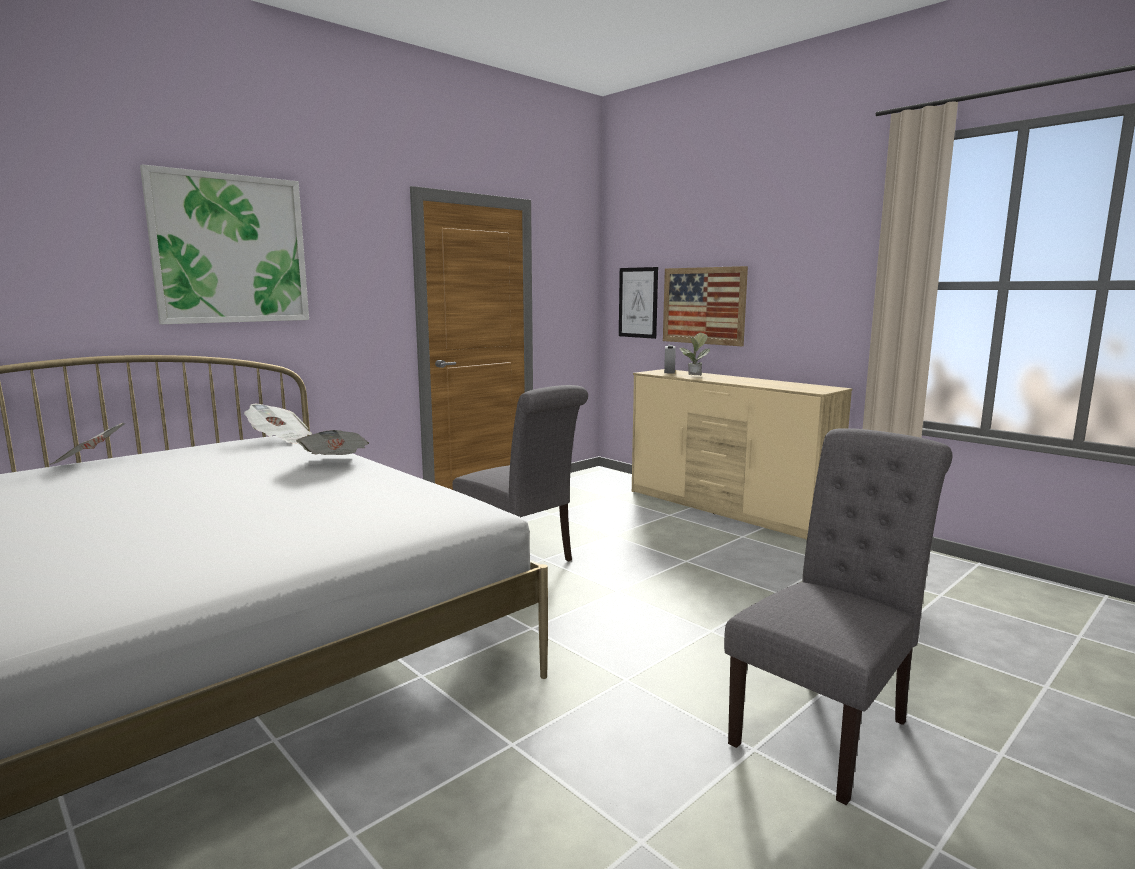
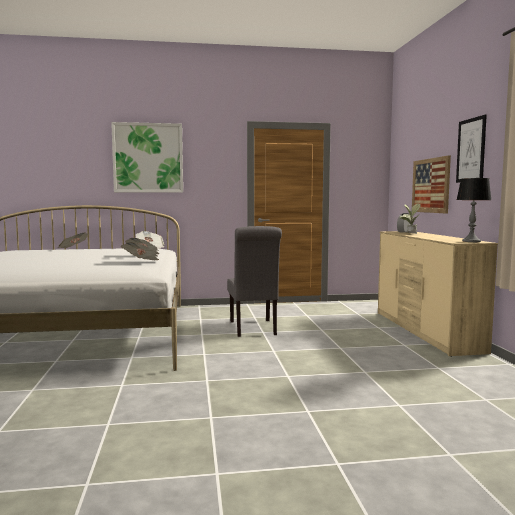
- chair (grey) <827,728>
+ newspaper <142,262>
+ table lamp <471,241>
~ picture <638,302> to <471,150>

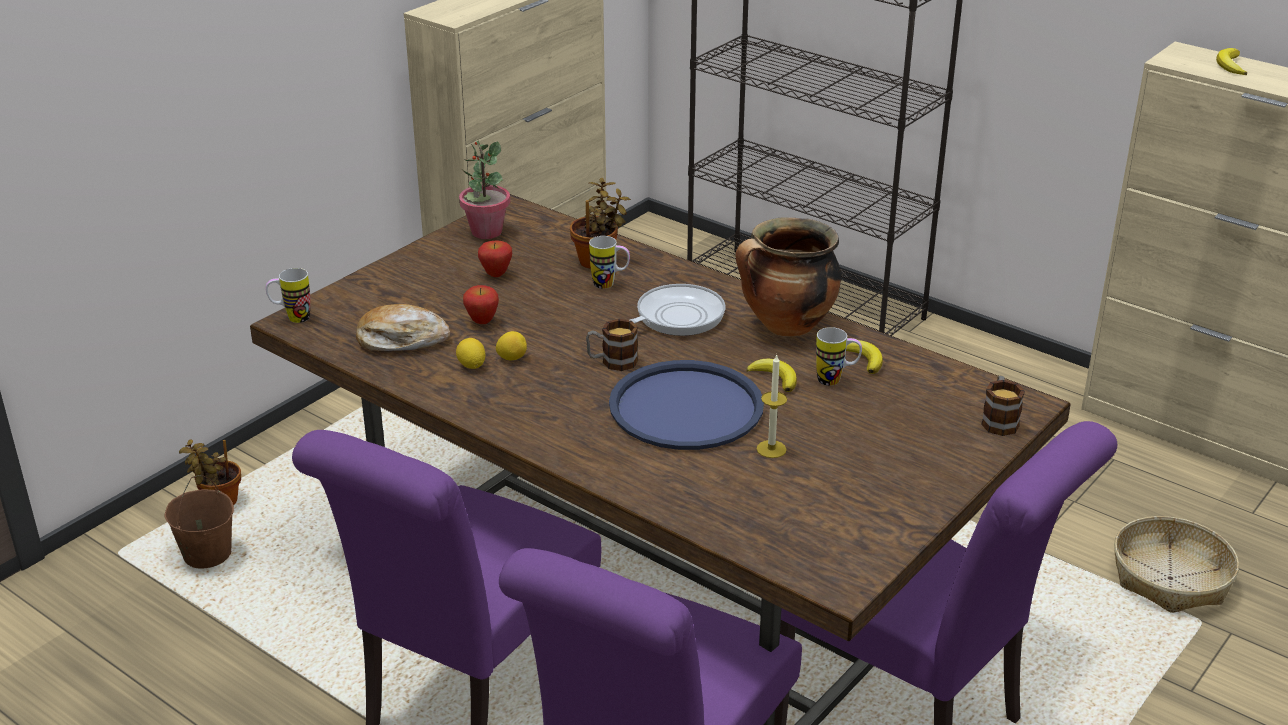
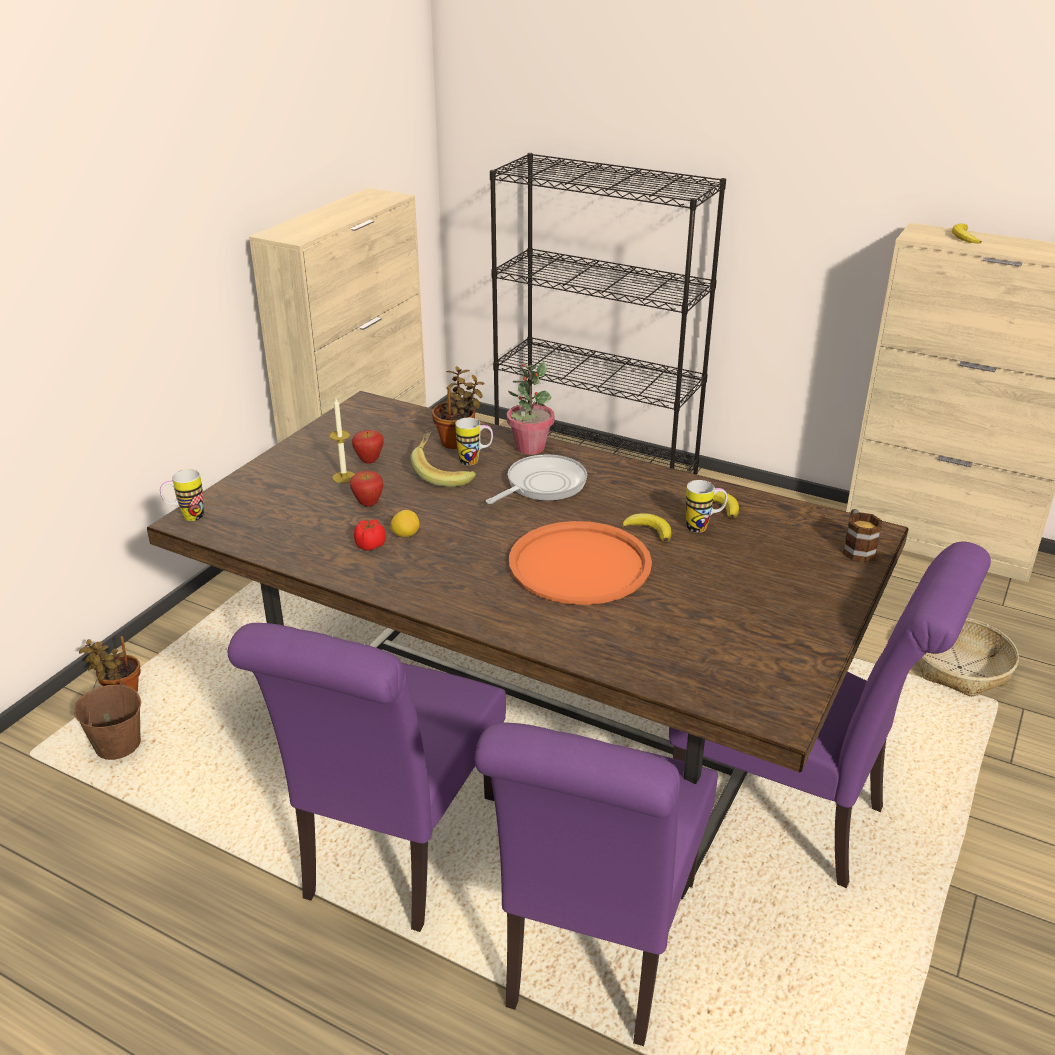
- bread <401,340>
- mug <612,361>
- cooking pot <786,327>
+ banana <443,473>
~ potted plant <486,232> to <530,448>
~ candle <771,449> to <344,477>
~ lemon <471,365> to tomato <370,545>
~ tray (blue) <686,407> to tray (orange) <580,564>

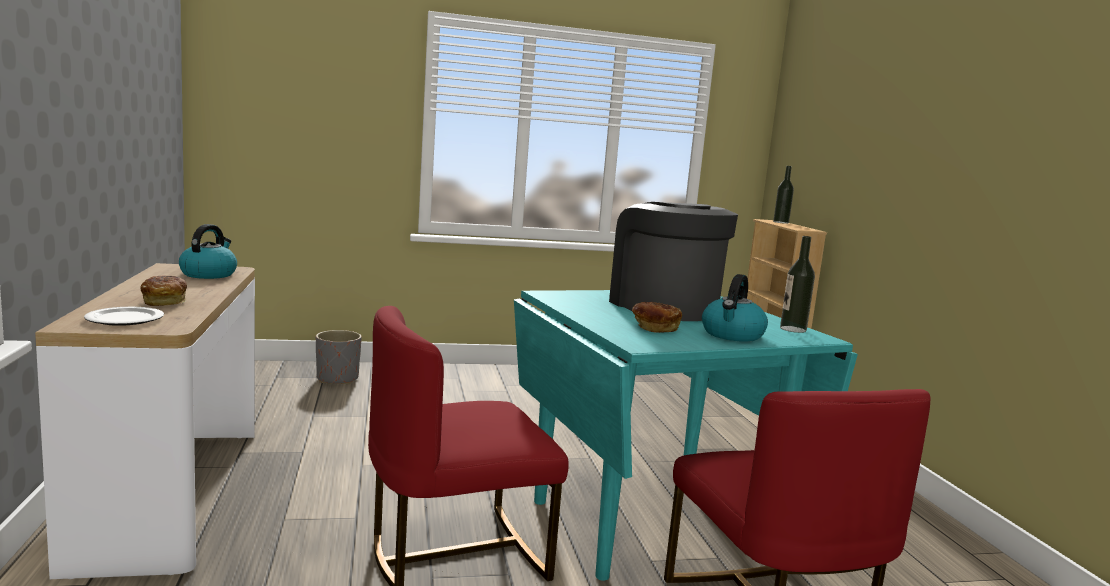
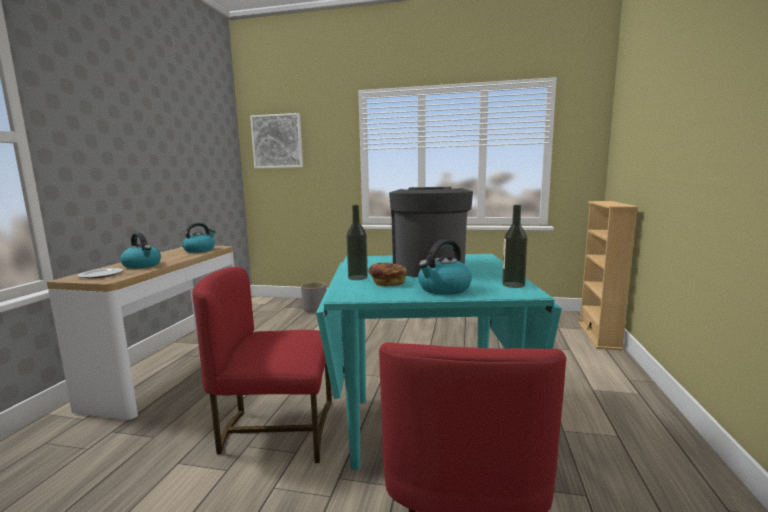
+ picture <277,141>
~ bottle <781,222> to <358,277>
~ bread <165,302> to kettle <142,265>

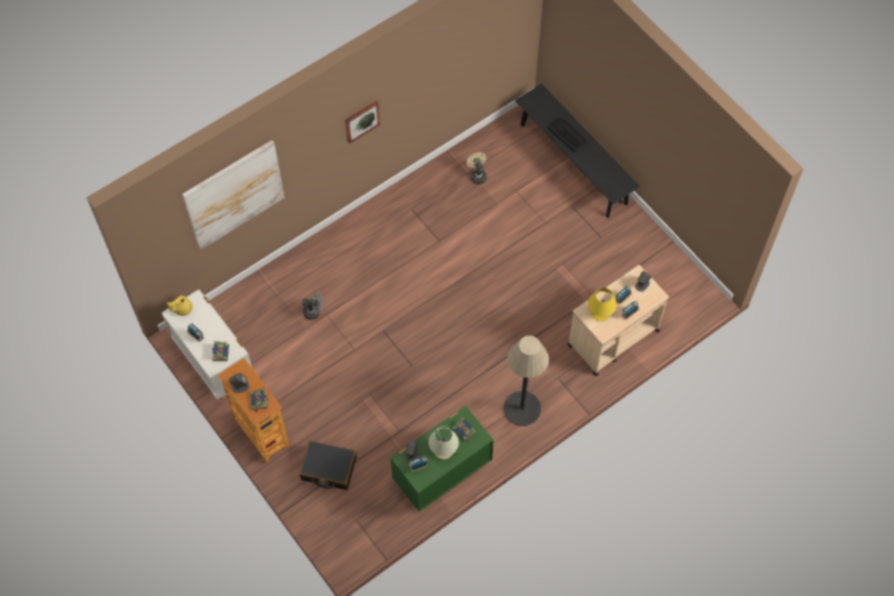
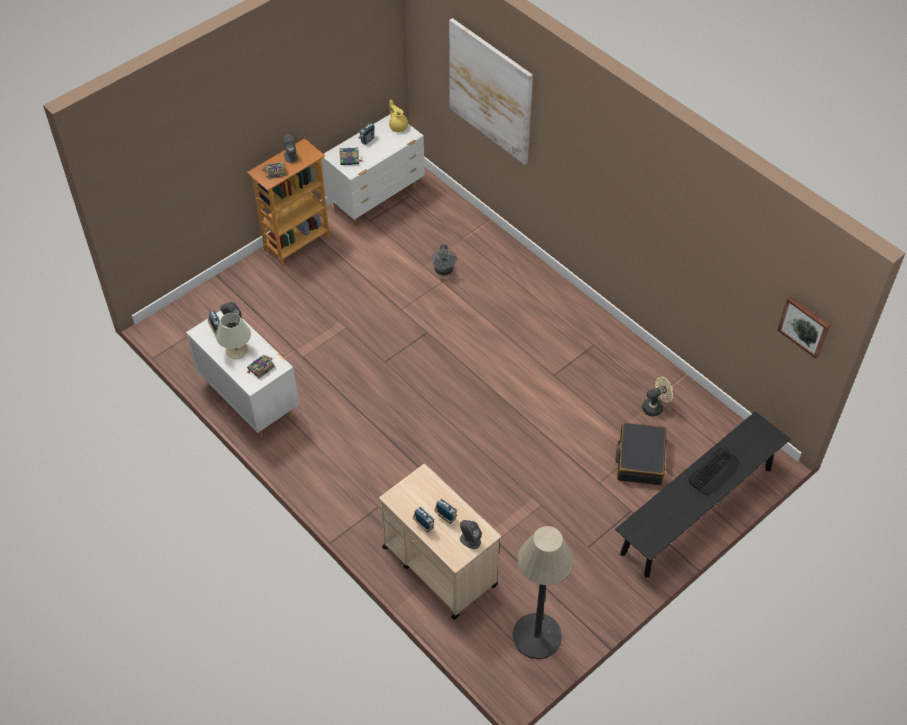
- table lamp (yellow) <600,313>
~ suitcase (black) <328,468> to <640,459>
~ picture <361,120> to <804,326>
~ floor lamp <522,408> to <537,636>
~ dresser (green) <441,475> to dresser (white) <249,399>

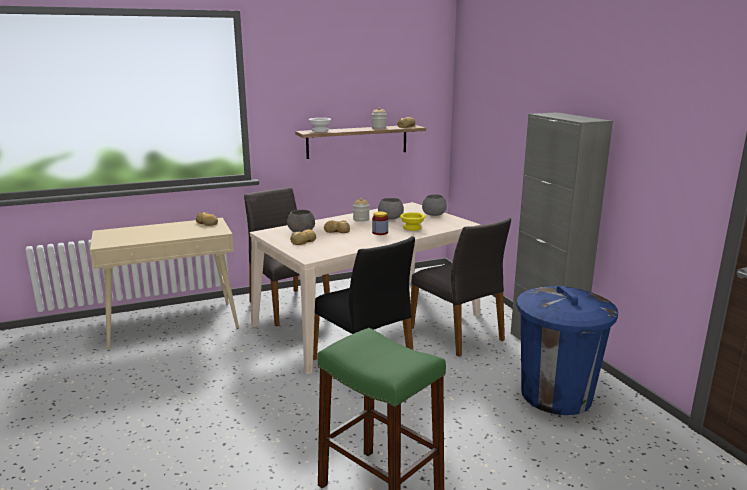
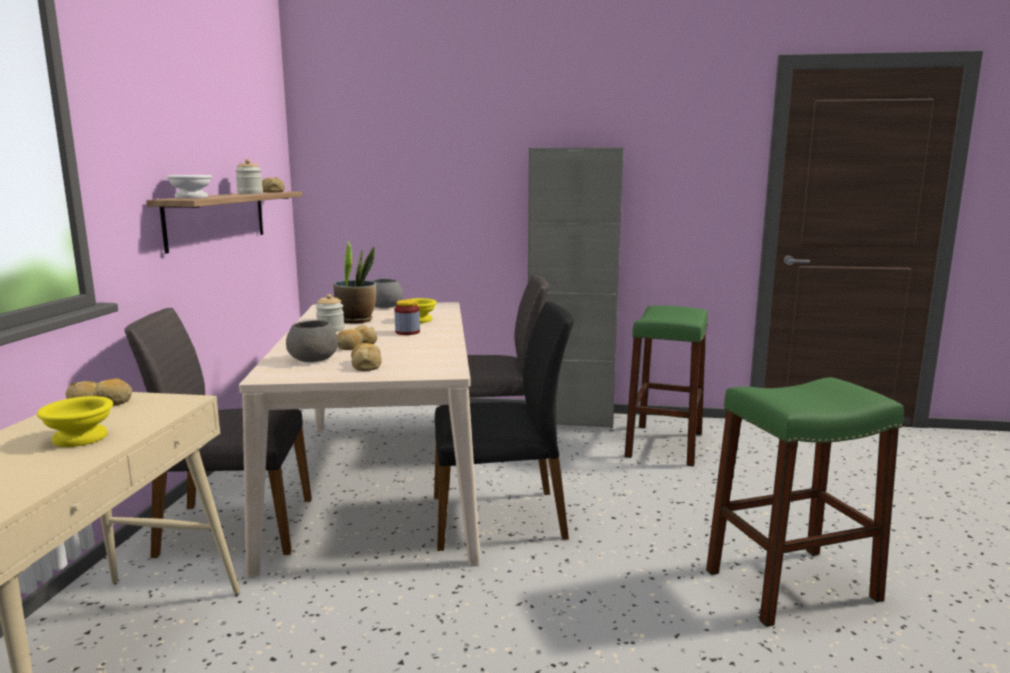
+ bowl (yellow) <82,438>
~ bowl (grey) <390,218> to potted plant <356,320>
~ trash can (blue) <556,395> to stool (green) <664,445>

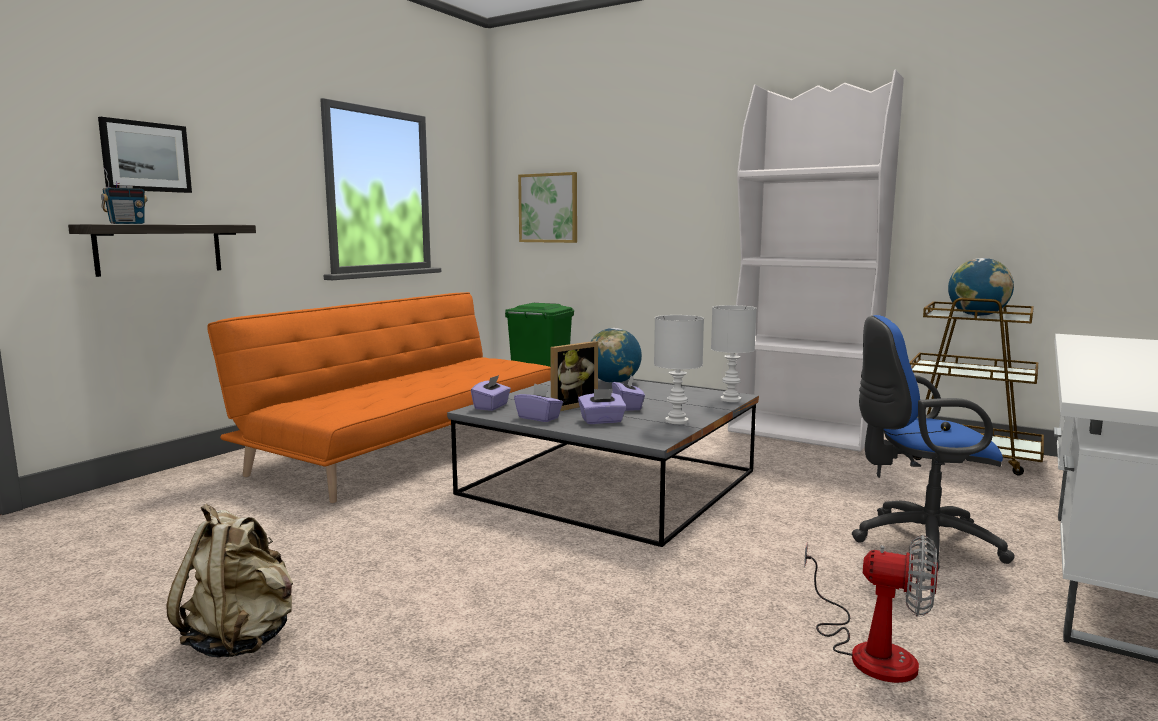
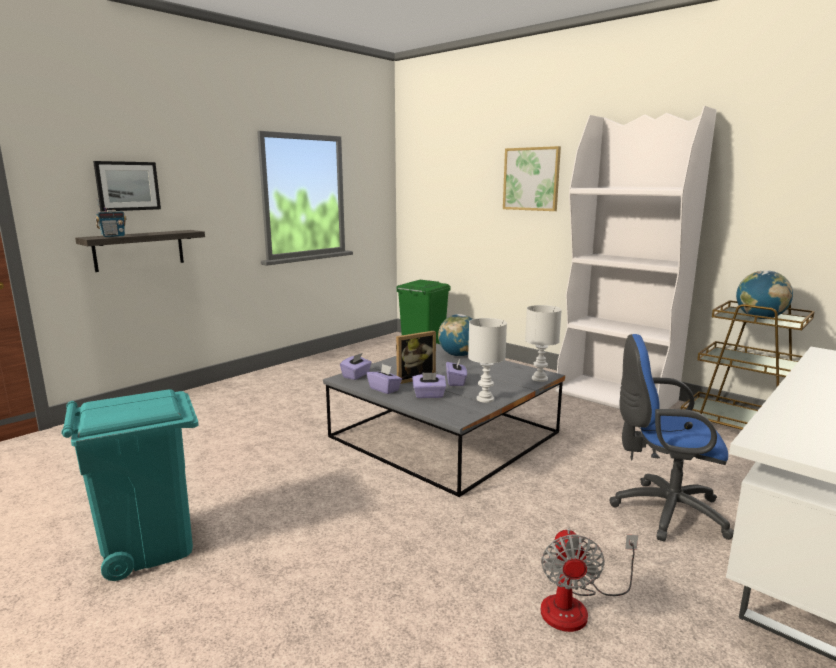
- sofa (orange) <409,446>
~ picture <548,208> to <531,179>
~ backpack (beige) <241,640> to trash can (turquoise) <149,545>
~ fan <869,650> = <576,606> 60 degrees clockwise

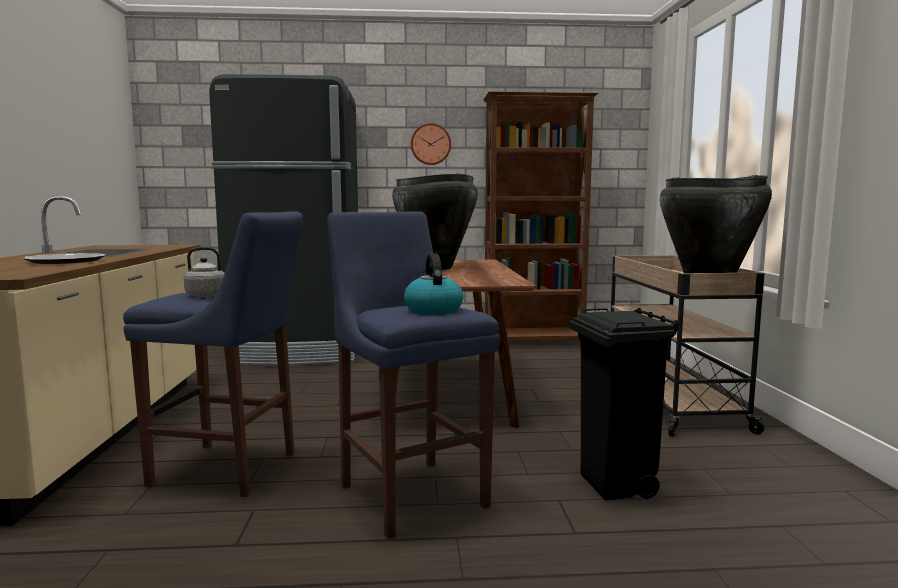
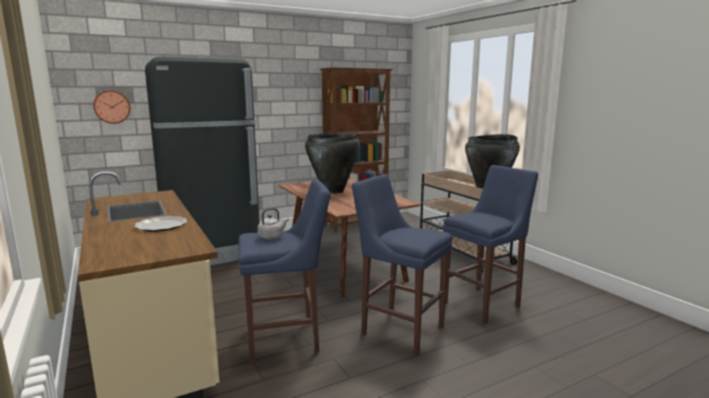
- kettle <433,309>
~ wall clock <430,144> to <112,107>
~ trash can (black) <616,486> to stool (blue) <484,304>

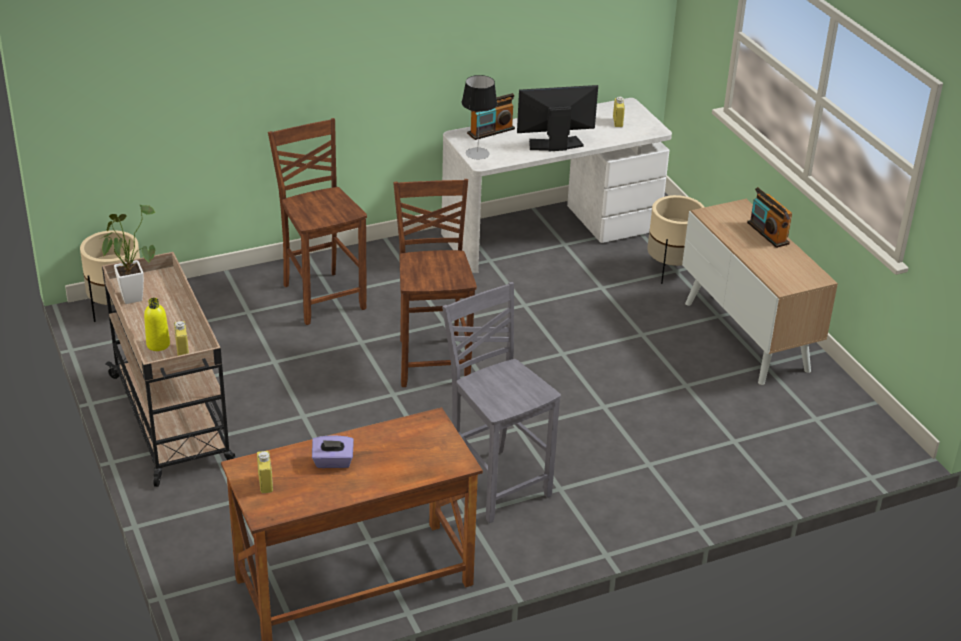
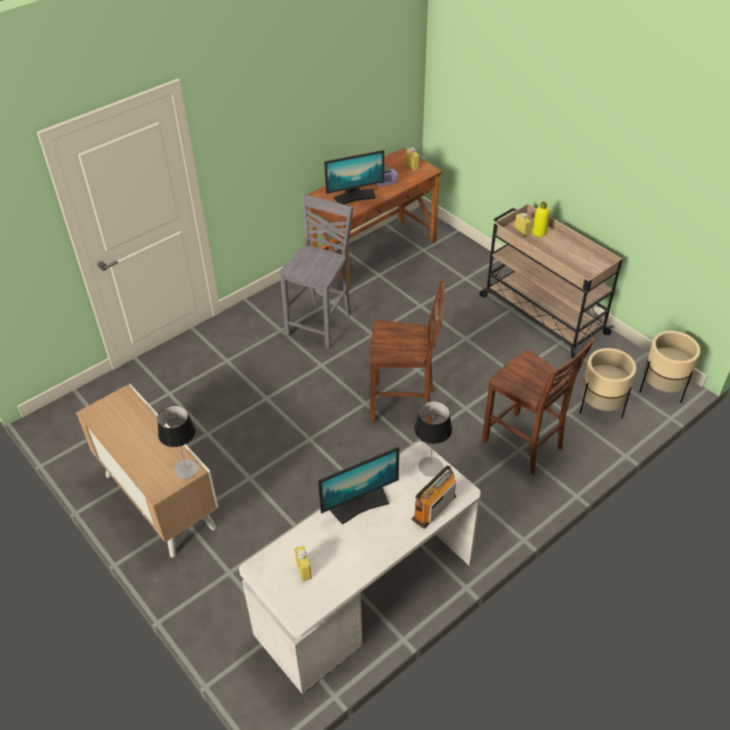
- potted plant <131,295>
- radio <767,233>
+ table lamp <186,469>
+ monitor <355,196>
~ planter (beige) <671,270> to <600,407>
~ chair (brown) <433,360> = <404,405> 60 degrees counterclockwise
~ chair (grey) <496,483> = <321,324> 105 degrees counterclockwise

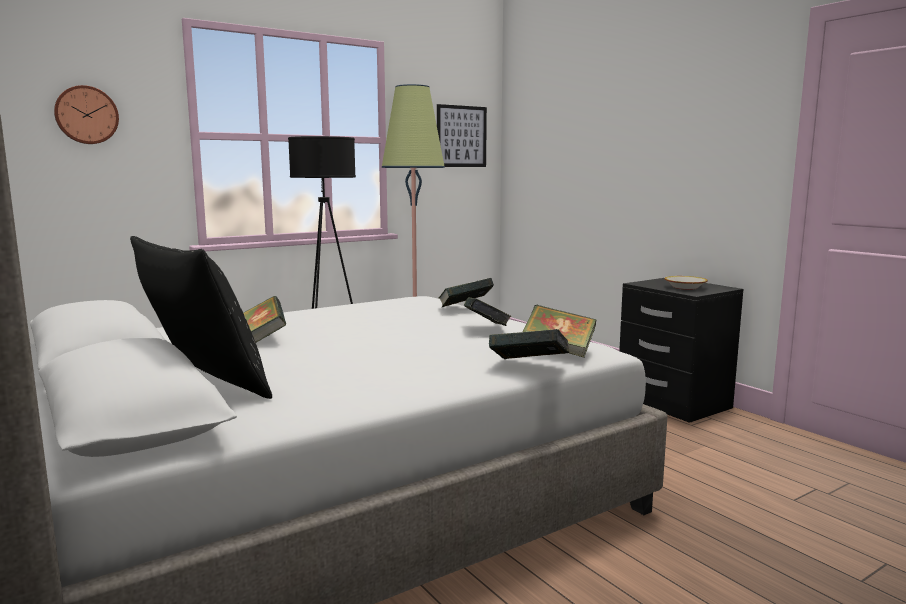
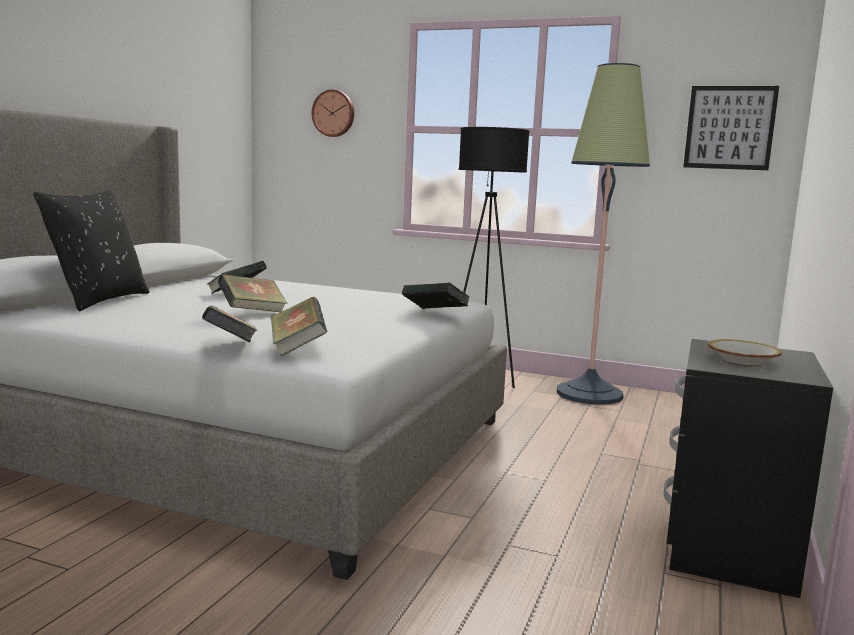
~ book <486,329> to <253,312>

